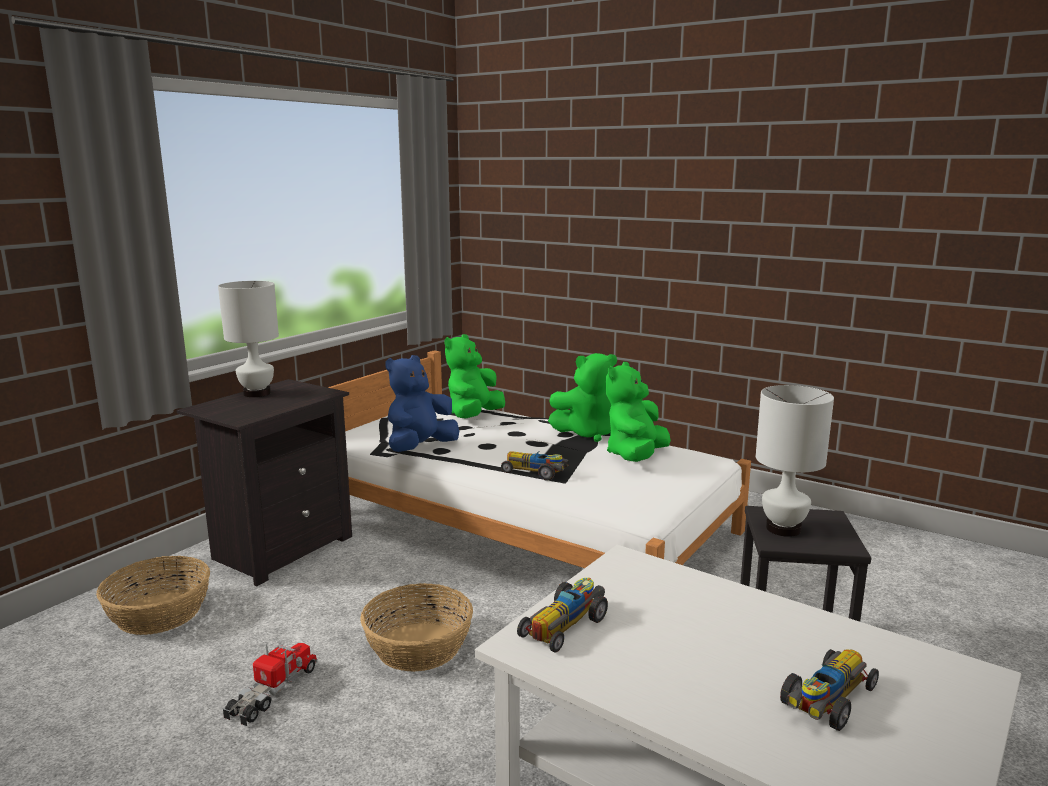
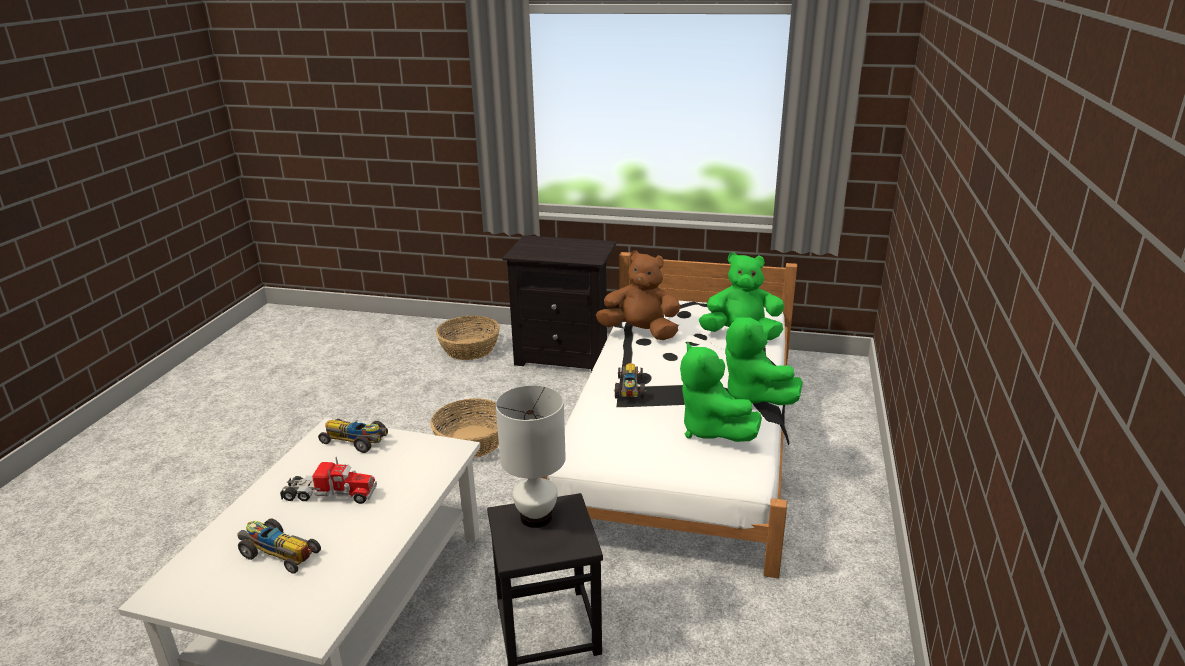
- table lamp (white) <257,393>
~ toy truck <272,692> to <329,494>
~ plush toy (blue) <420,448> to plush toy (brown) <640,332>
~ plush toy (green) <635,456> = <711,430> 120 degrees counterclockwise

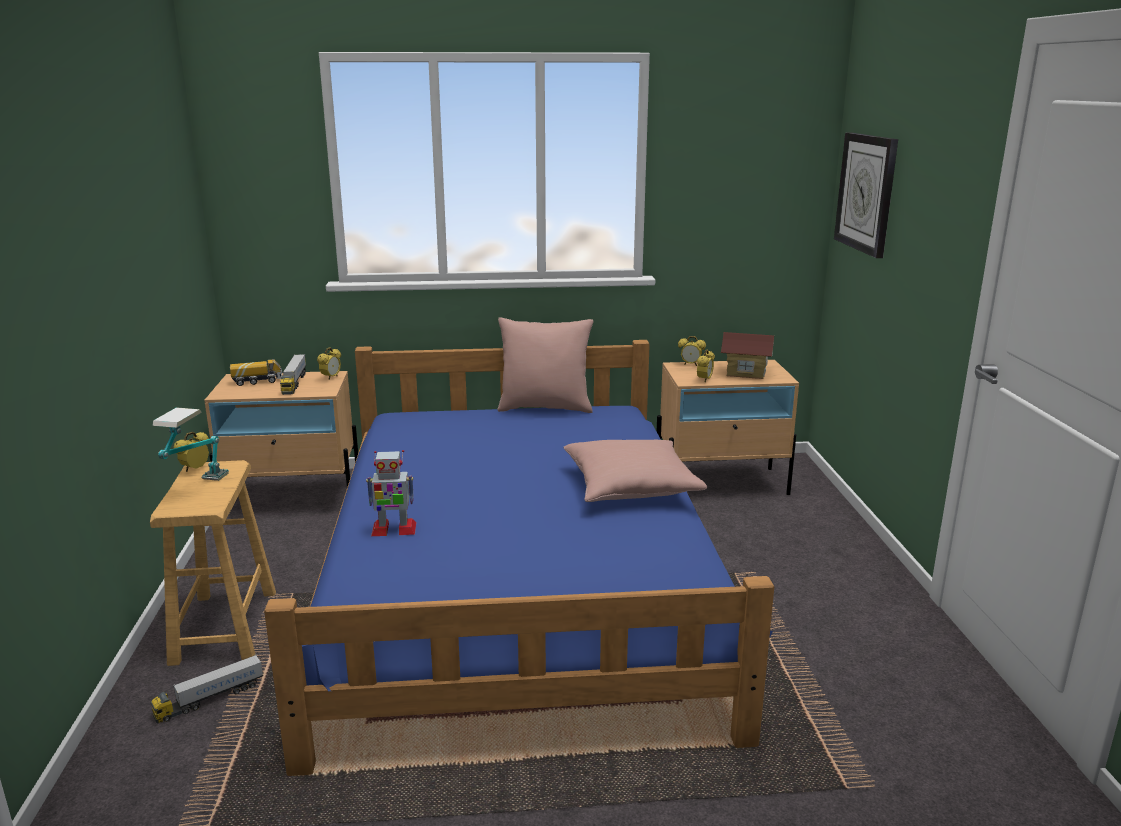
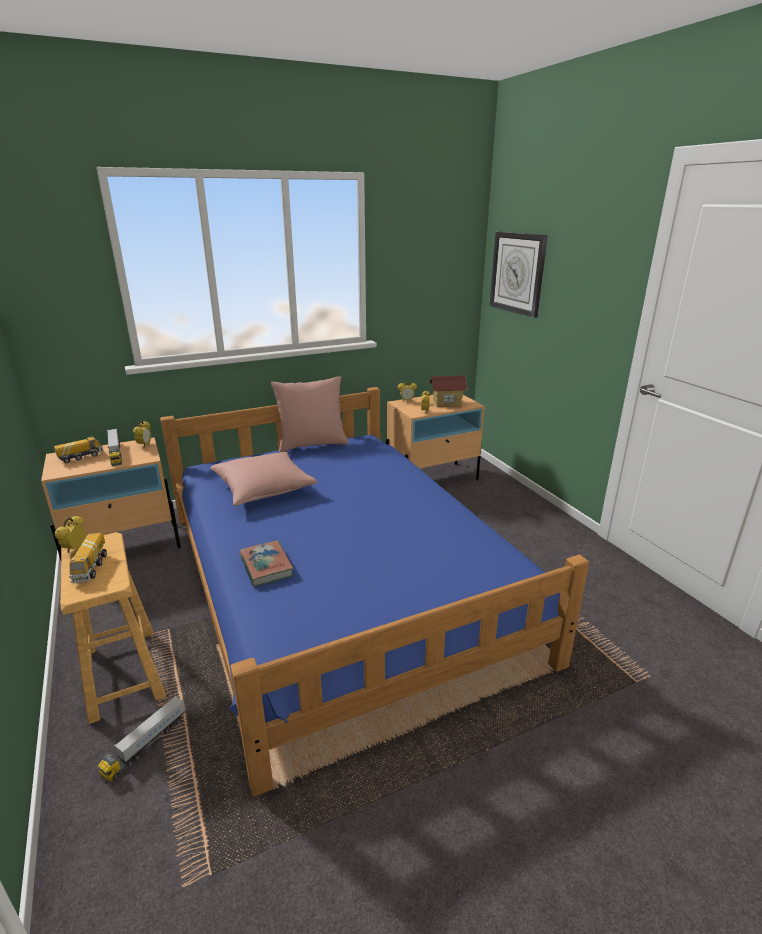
~ pillow (pink) <631,487> to <264,489>
~ table lamp <197,489> to toy truck <90,568>
~ toy robot <393,529> to book <266,566>

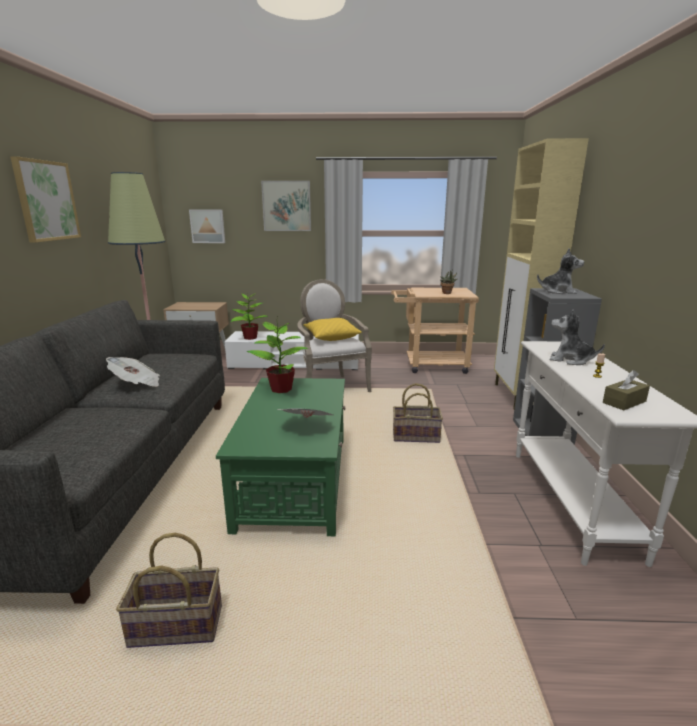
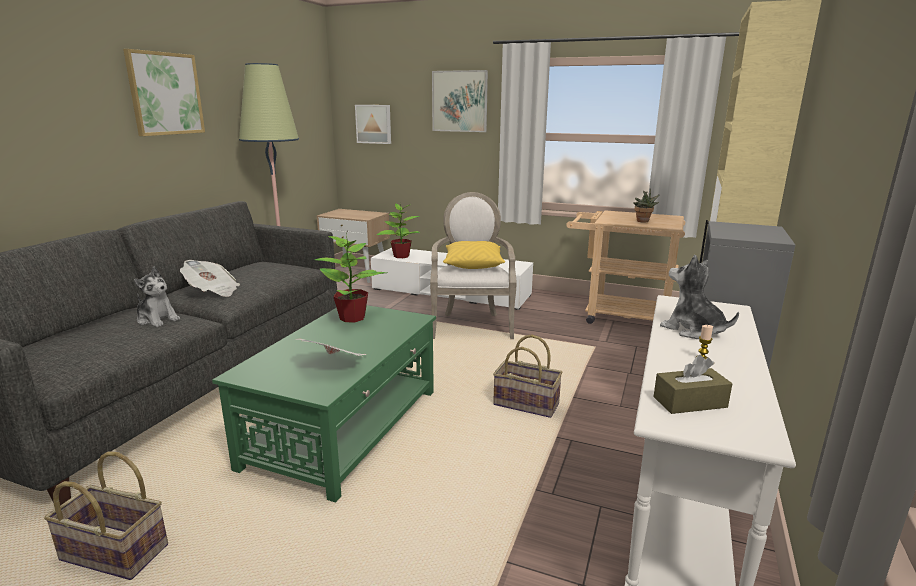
~ plush toy <558,292> to <157,319>

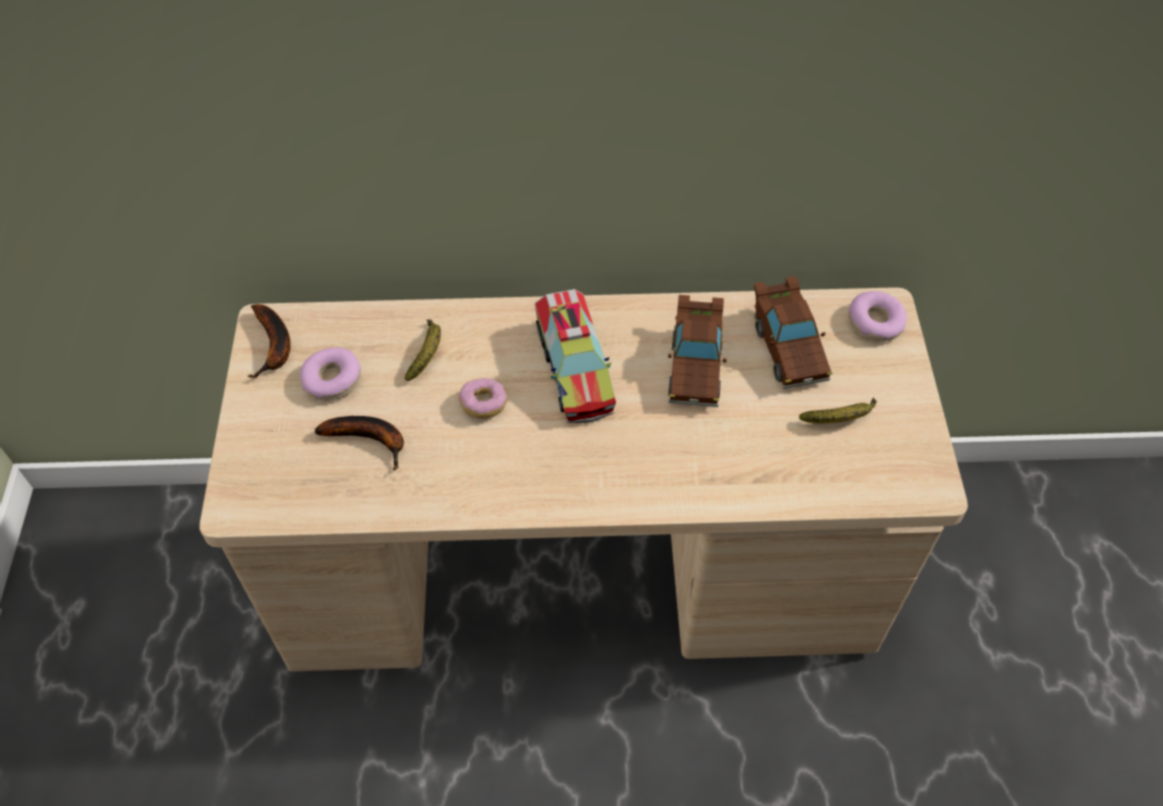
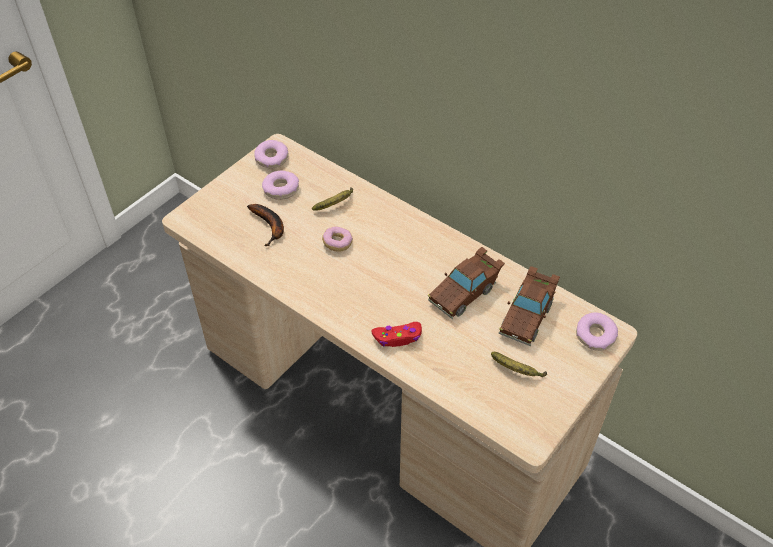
- toy truck <574,367>
+ game controller (red) <398,337>
~ banana <274,346> to donut <271,159>

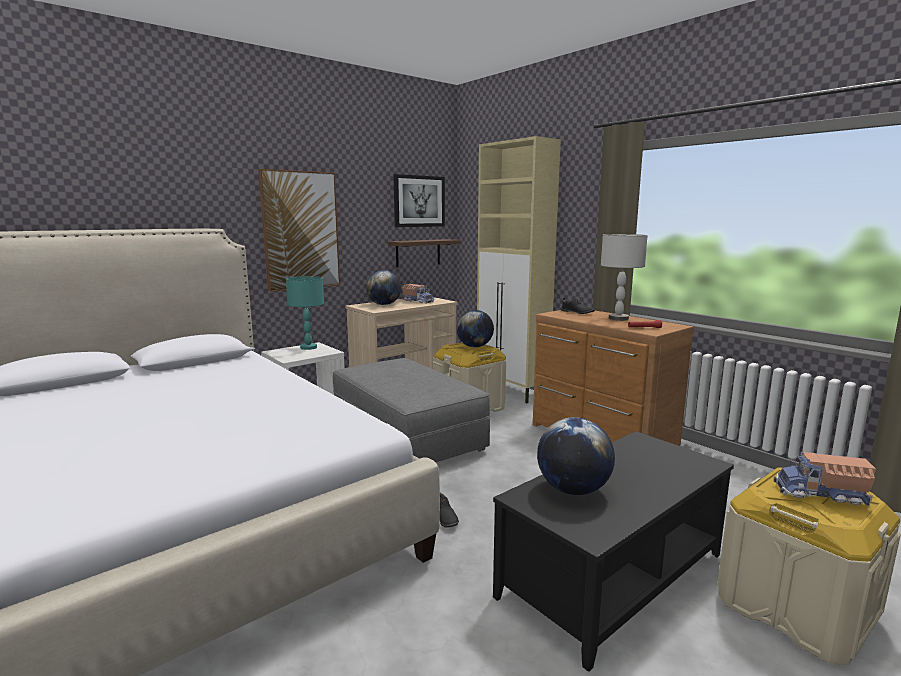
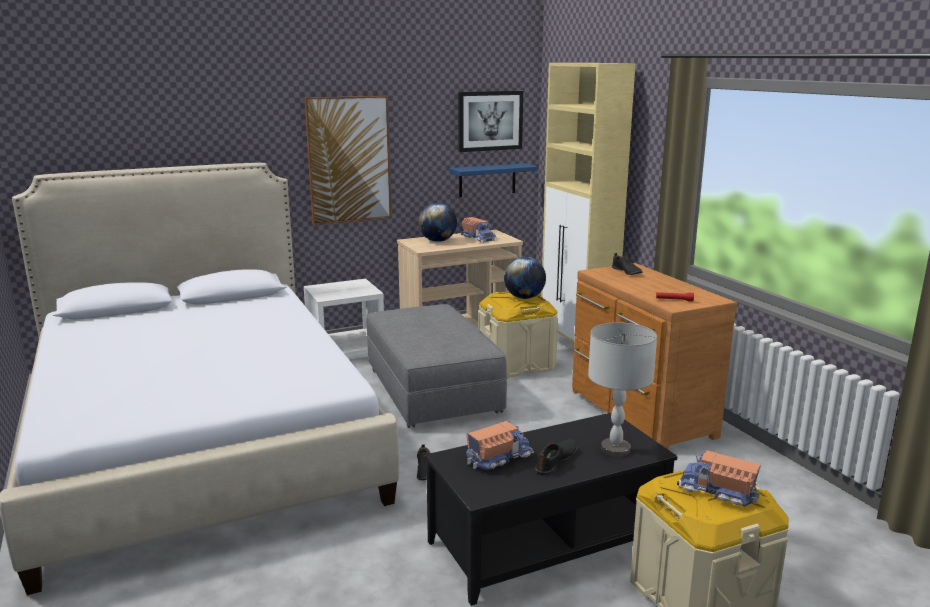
- table lamp (turquoise) <308,347>
+ shoe (black) <556,461>
~ table lamp (grey) <618,318> to <615,449>
~ globe <573,490> to toy truck <498,458>
~ shelf (brown) <418,253> to shelf (blue) <487,180>

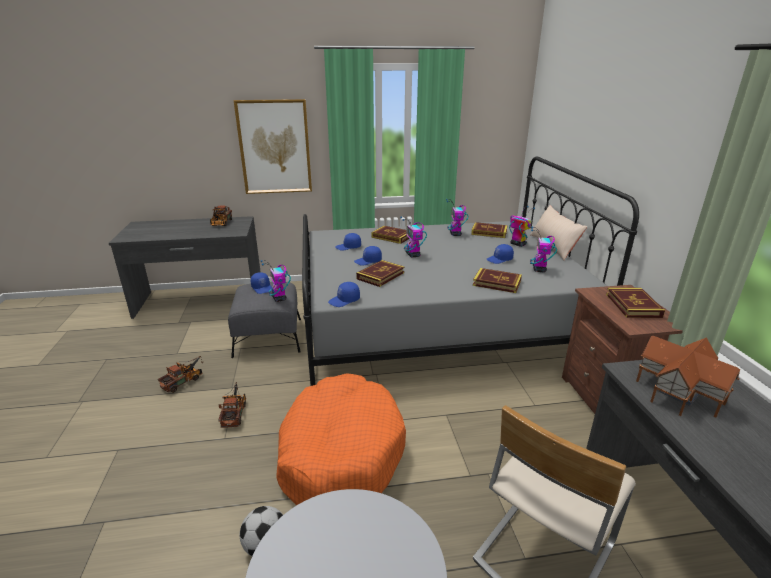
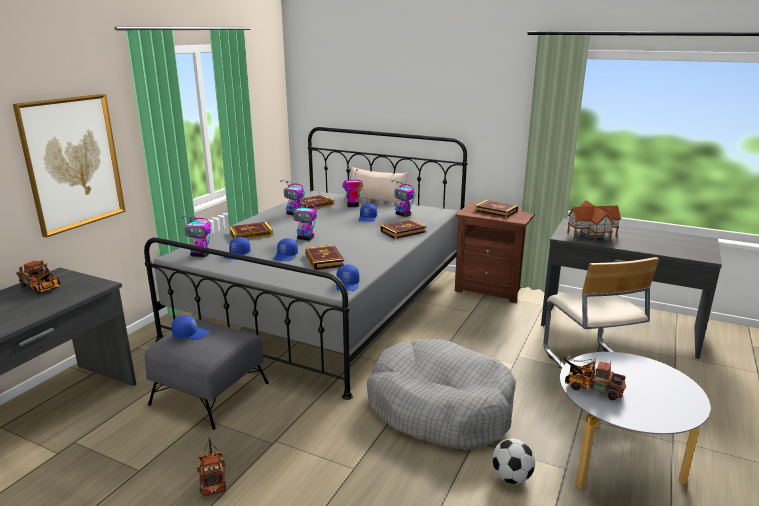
~ toy truck <234,412> to <589,387>
~ toy robot <279,298> to <200,255>
~ dog bed (orange) <340,452> to dog bed (grey) <440,408>

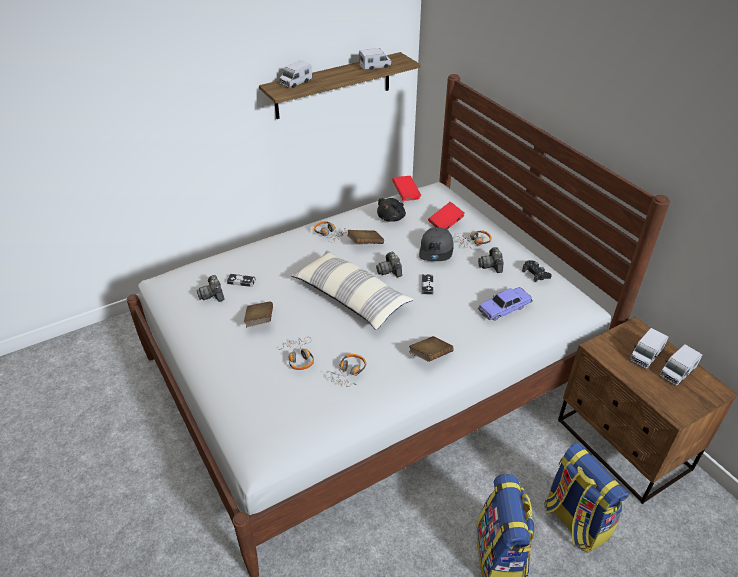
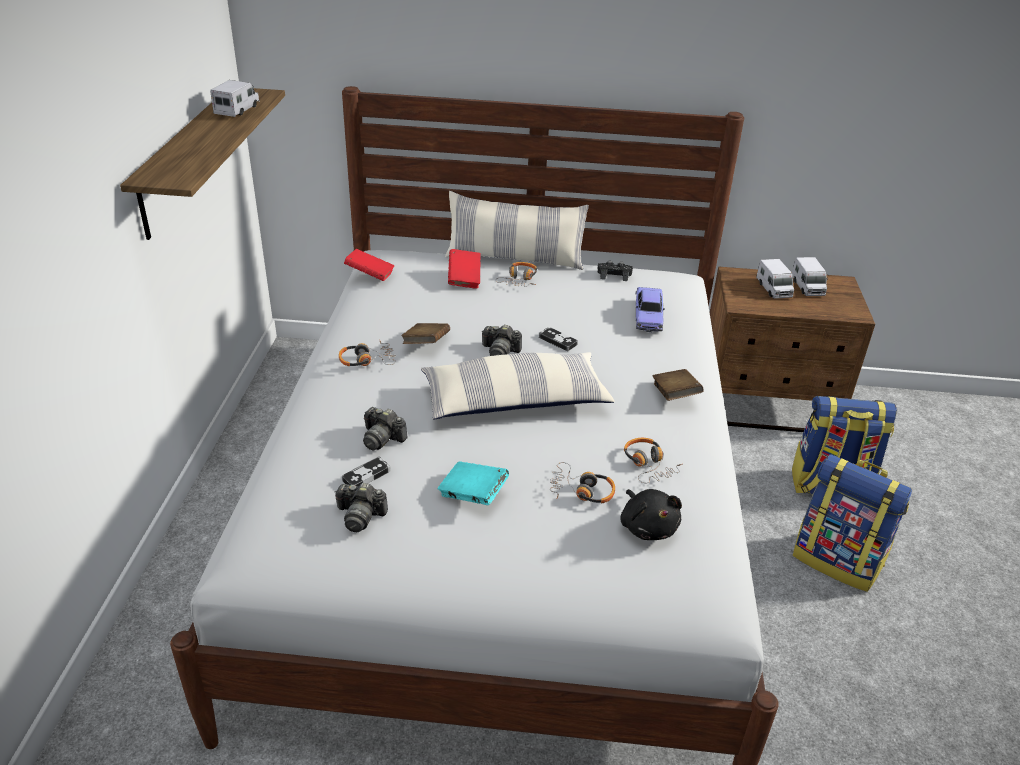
- toy truck <296,82>
- cap (grey) <436,250>
+ pillow <514,259>
~ plush toy (black) <392,217> to <647,526>
~ photo camera <491,265> to <382,438>
~ book (brown) <259,321> to book (turquoise) <473,494>

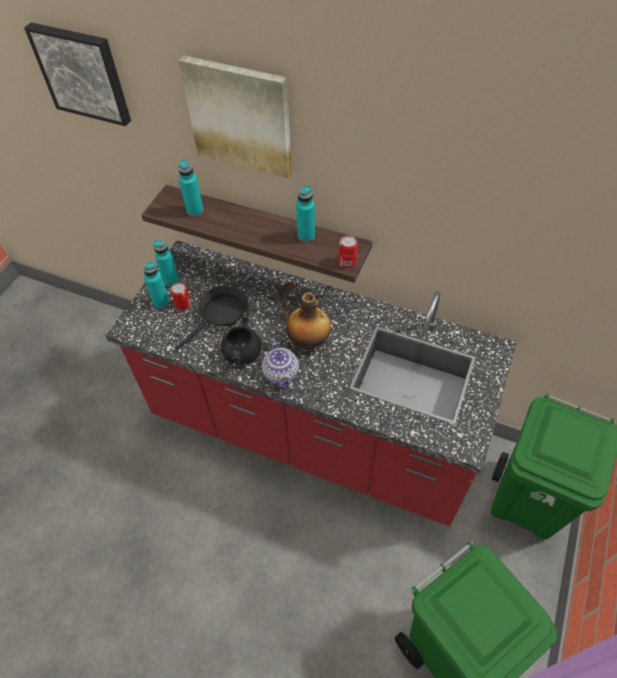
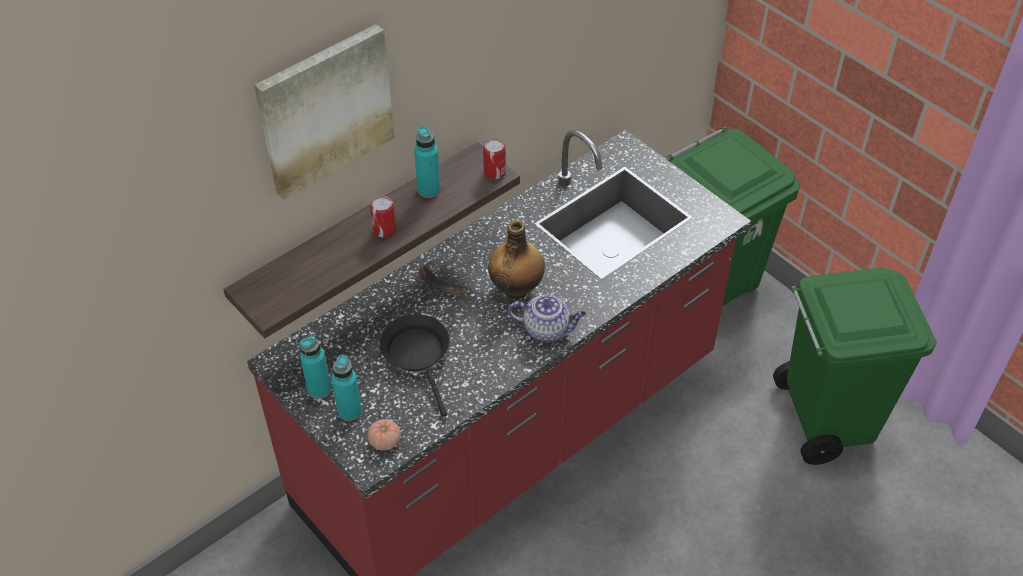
- picture <83,73>
- bottle (turquoise) <195,210>
- cooking pot (black) <241,352>
+ tomato <385,441>
~ can <183,304> to <384,230>

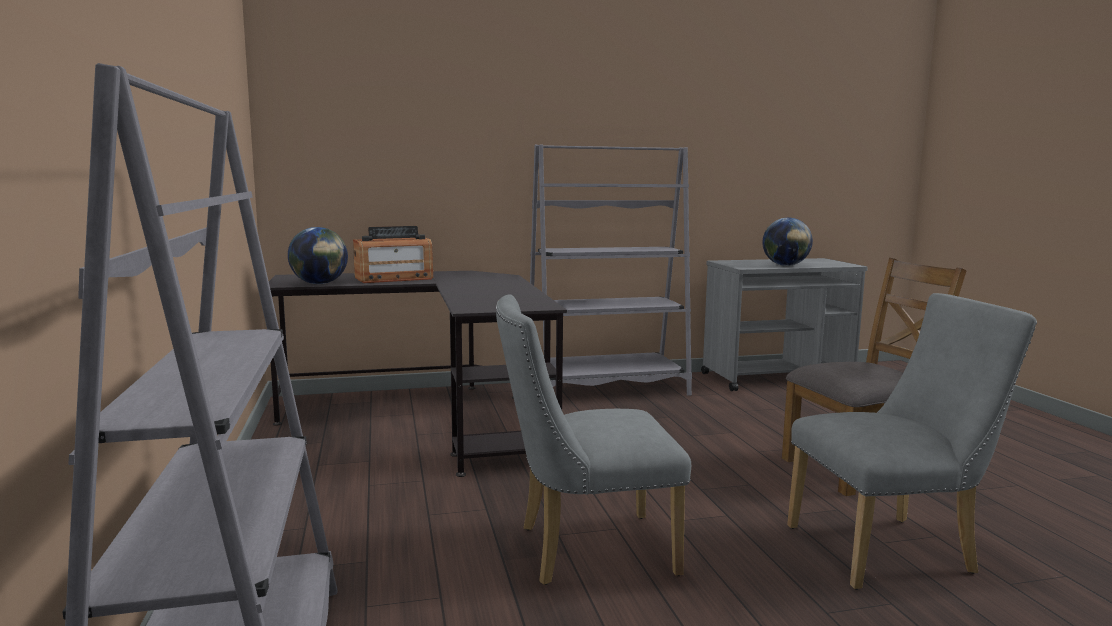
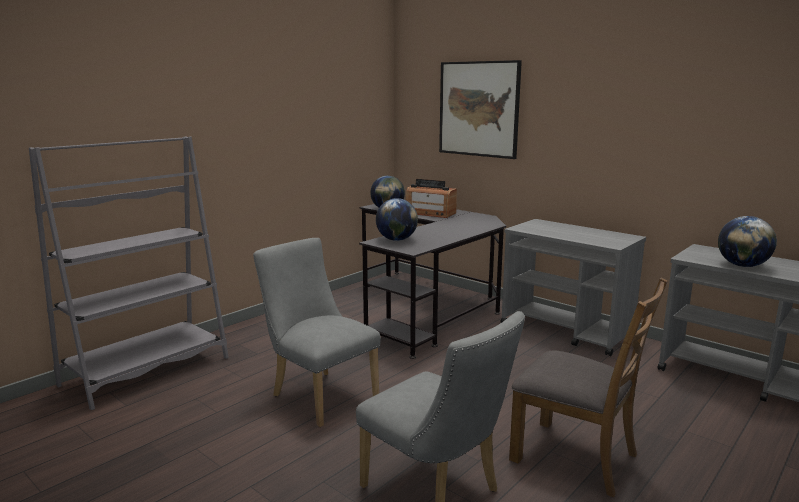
+ globe <396,240>
+ picture <479,109>
~ bookcase (grey) <607,389> to cart (grey) <566,331>

